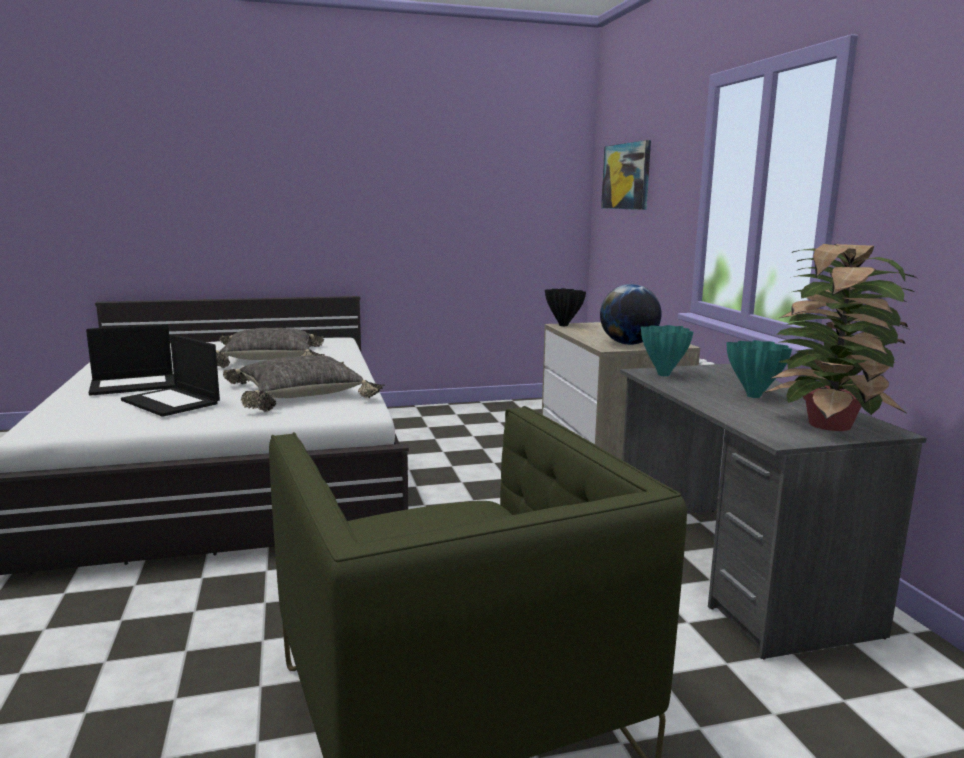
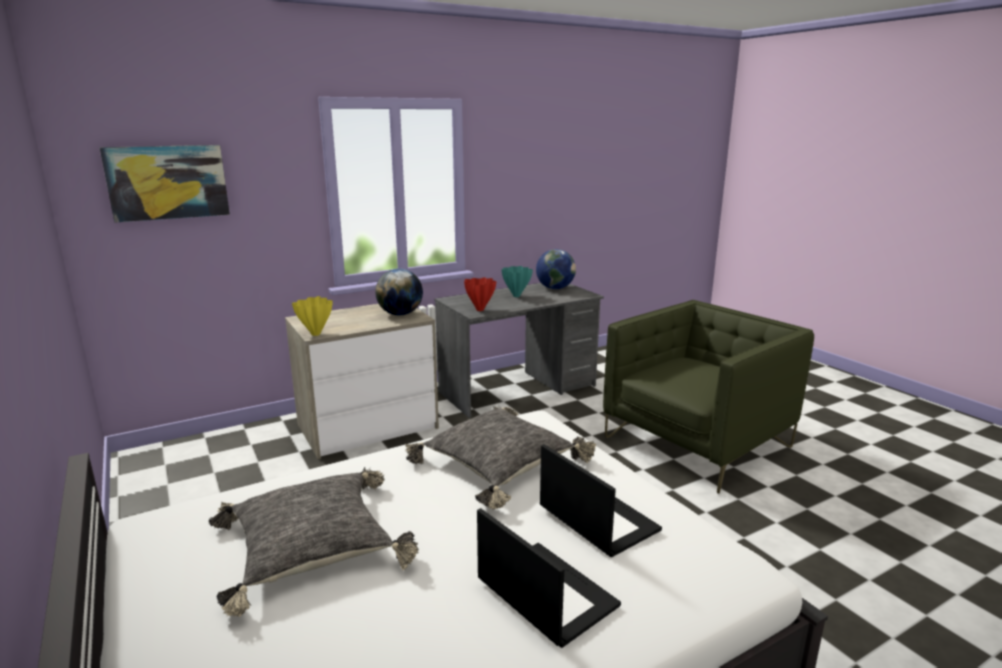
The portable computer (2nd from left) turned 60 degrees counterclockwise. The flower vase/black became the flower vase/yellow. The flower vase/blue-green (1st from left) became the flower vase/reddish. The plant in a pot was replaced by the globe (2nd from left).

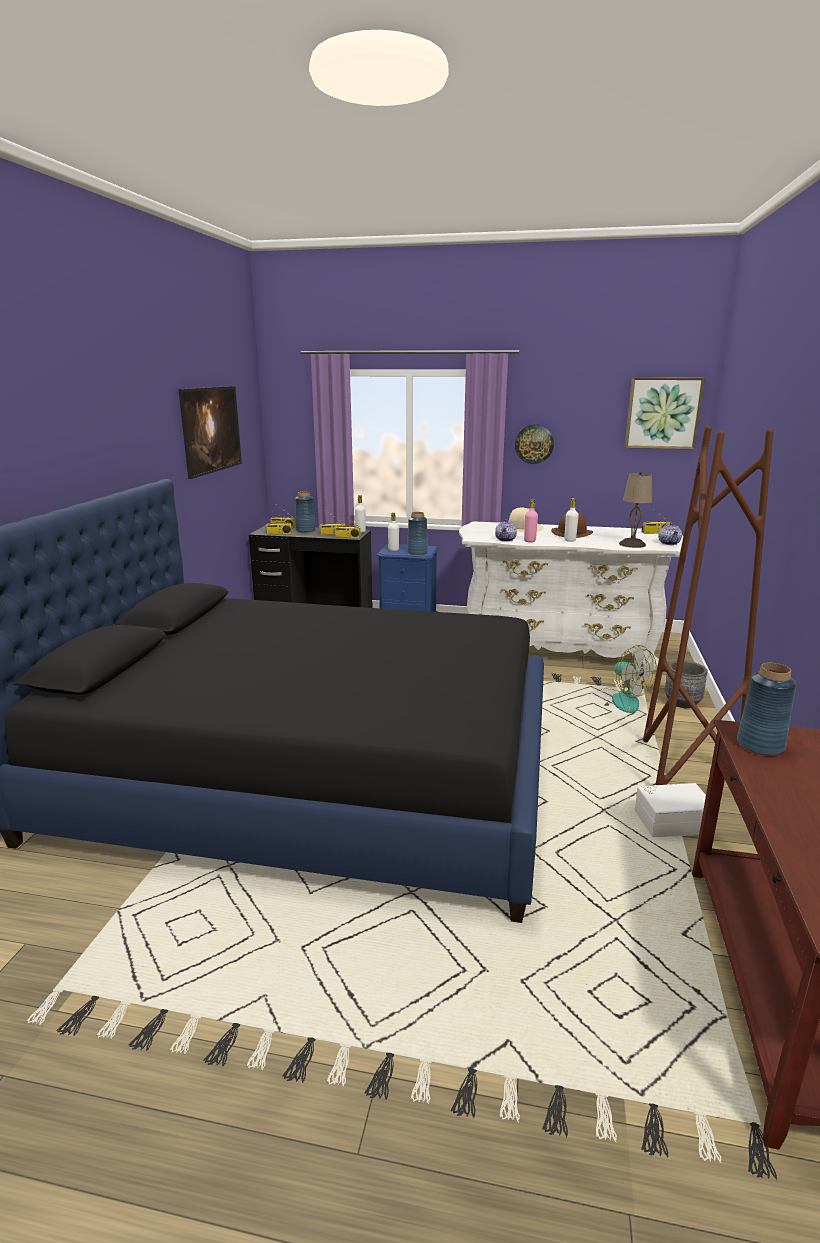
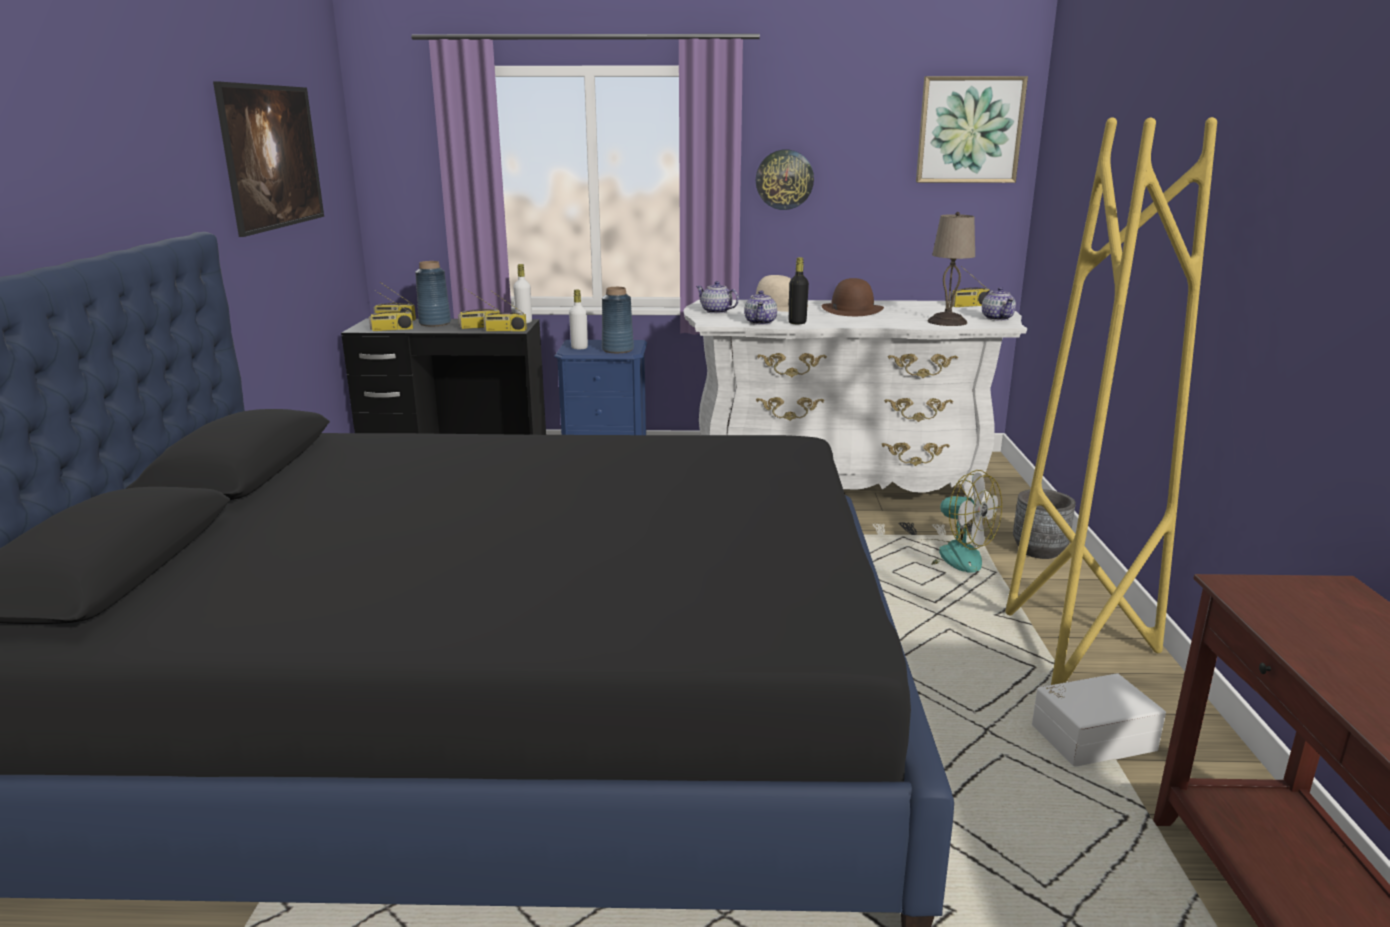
The beverage bottle/pink-coloured became the beverage bottle/black. The beverage bottle/whitish (3rd from left) disappeared. The garment rack/brownish became the garment rack/yellow. The flower vase/bluish (3rd from left) disappeared. The pot for tea (1st from left) appeared.

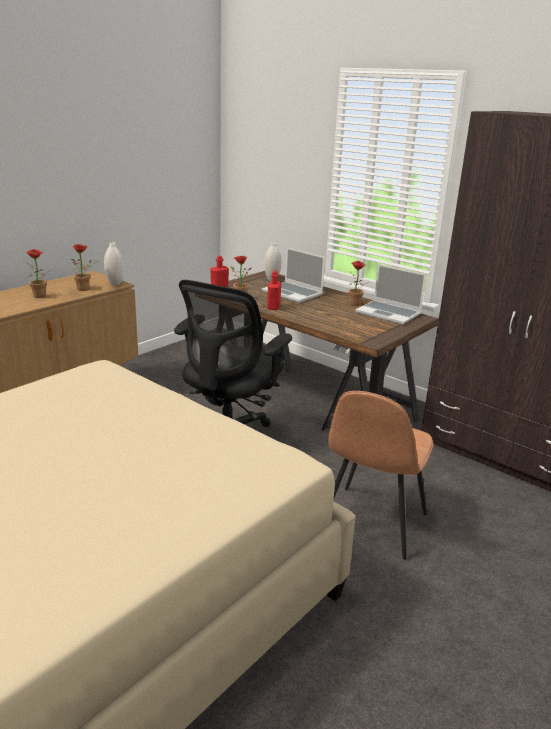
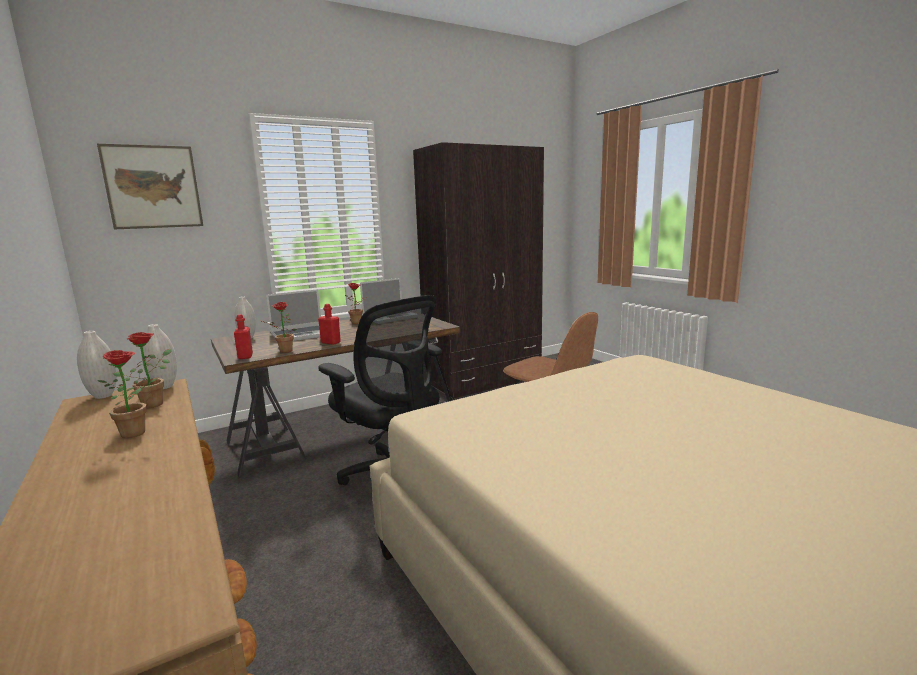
The flower vase/whitish (1st from left) appeared. The wall picture appeared.

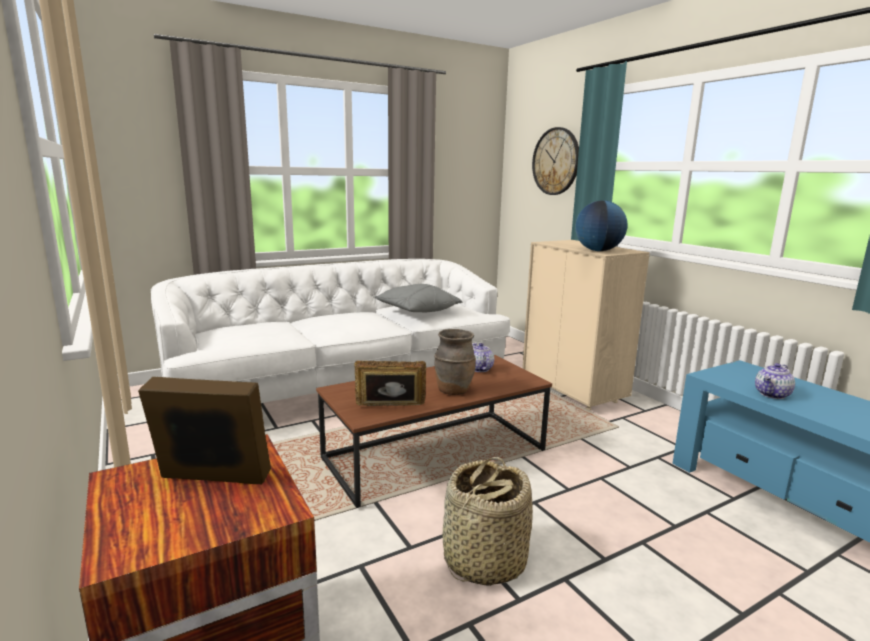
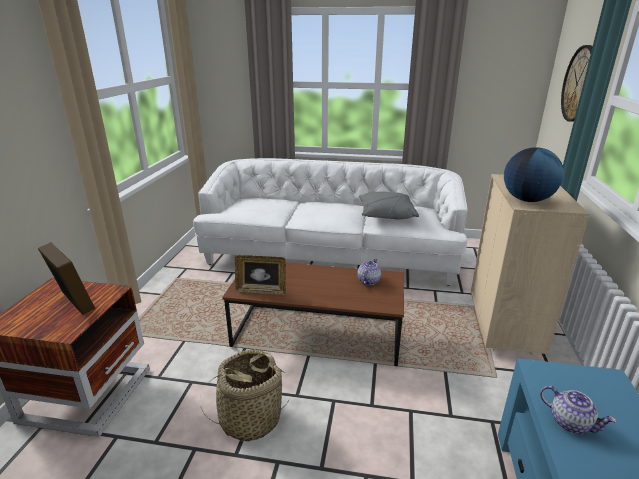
The standing frame (2nd from left) turned 150 degrees clockwise. The flower vase/brownish disappeared. The pot for tea (2nd from left) turned 135 degrees counterclockwise.

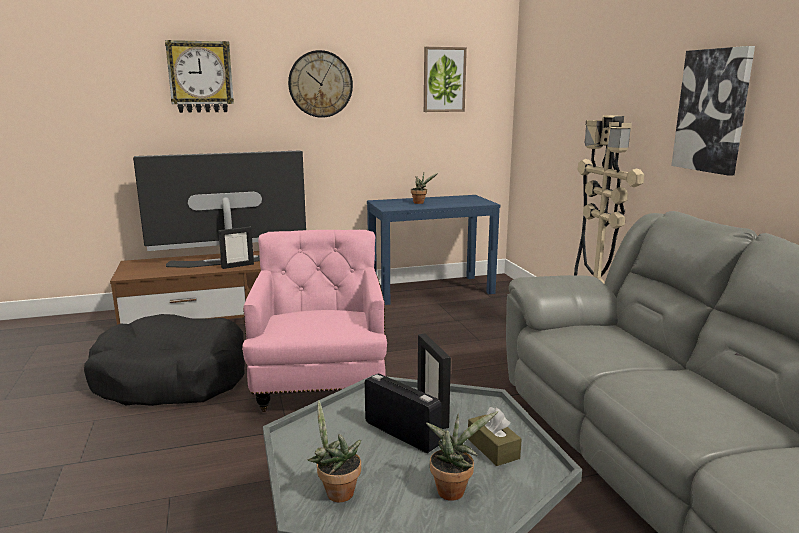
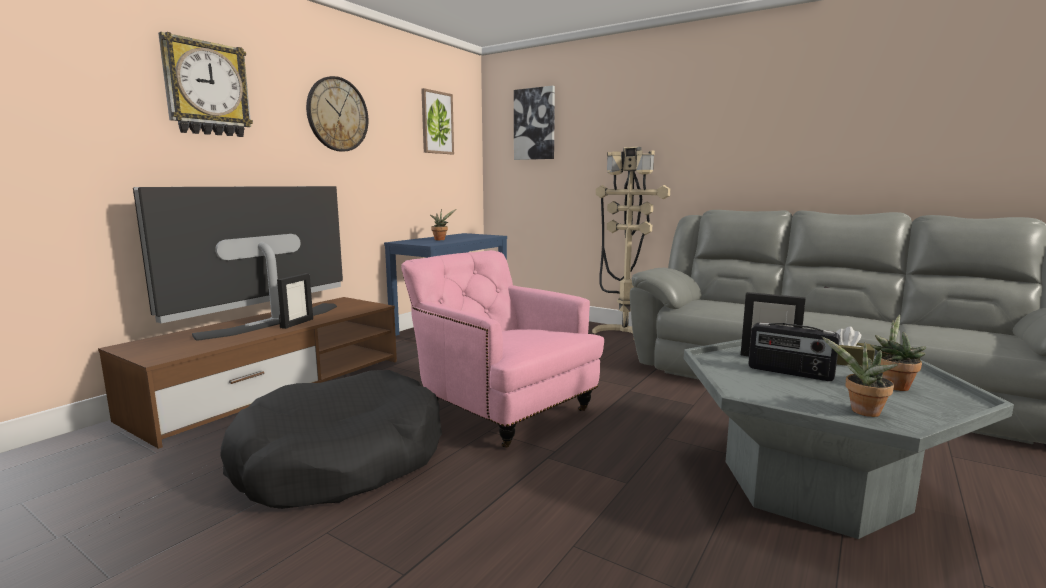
The radio receiver turned 150 degrees counterclockwise. The wall picture (2nd from left) moved.

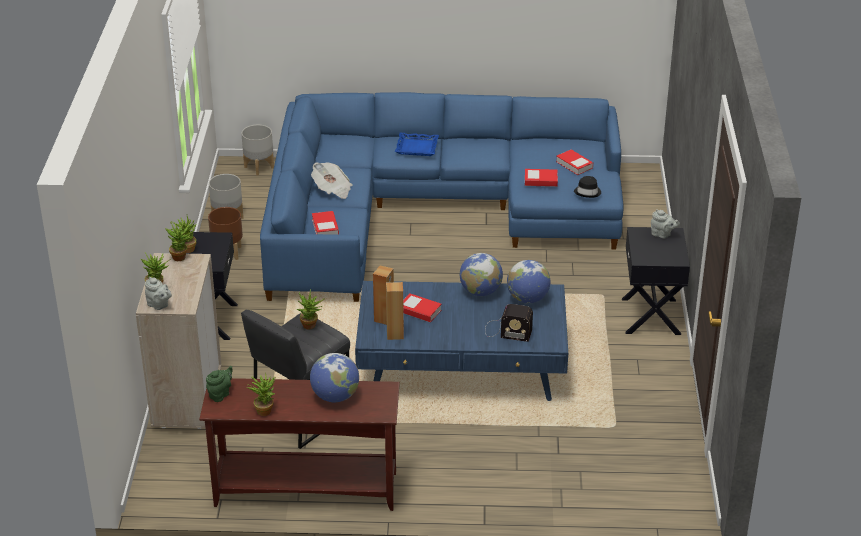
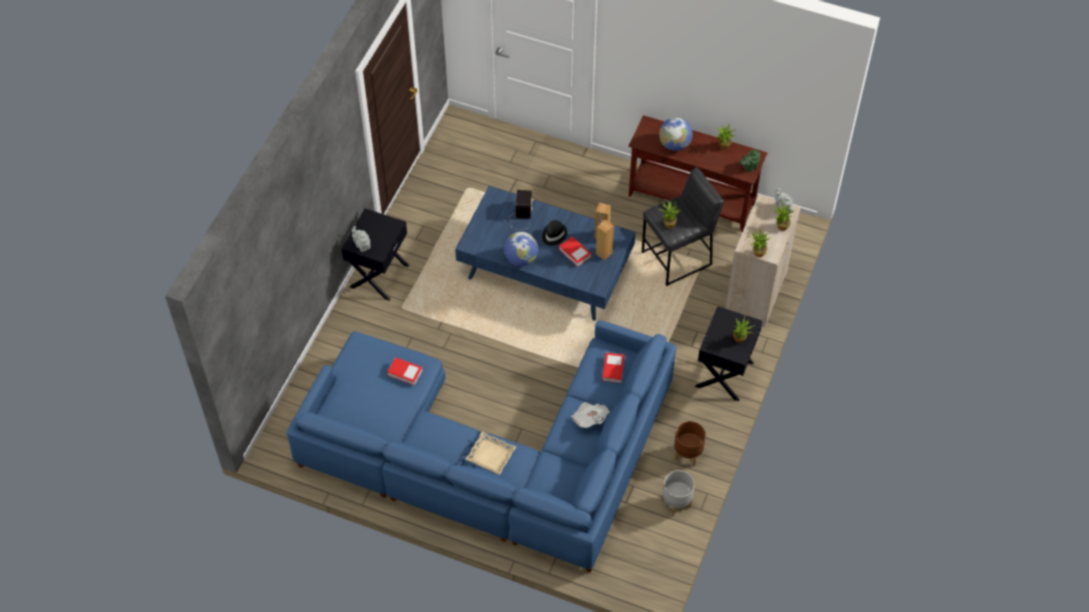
The planter/gray (2nd from left) disappeared. The carrying tray/bluish became the carrying tray/beige-coloured. The radio receiver turned 60 degrees clockwise. The globe (3rd from left) disappeared. The bound book (4th from left) disappeared. The hat/black moved.

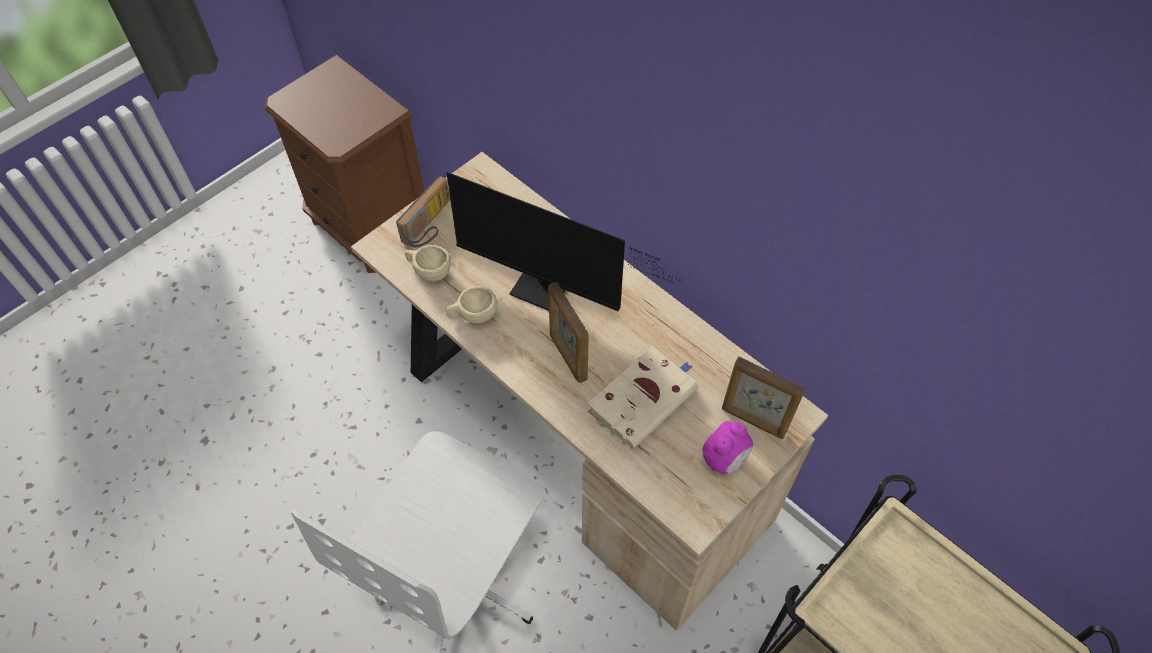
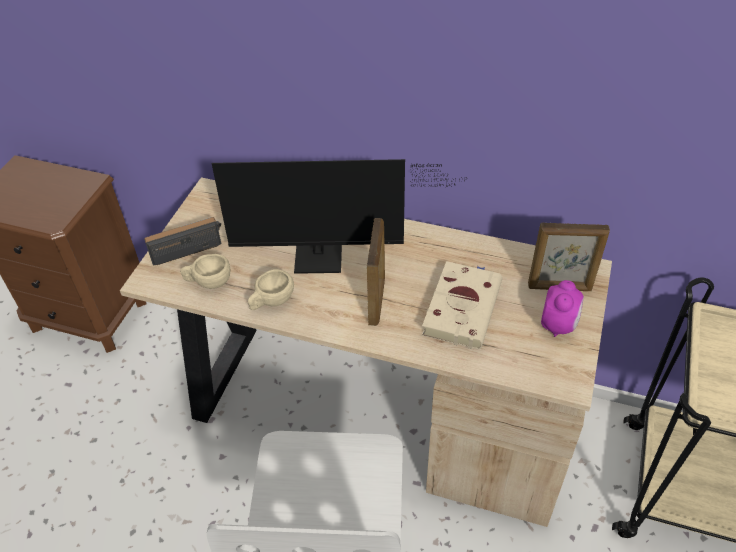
The radio receiver turned 120 degrees counterclockwise. The standing frame (1st from left) turned 120 degrees counterclockwise.

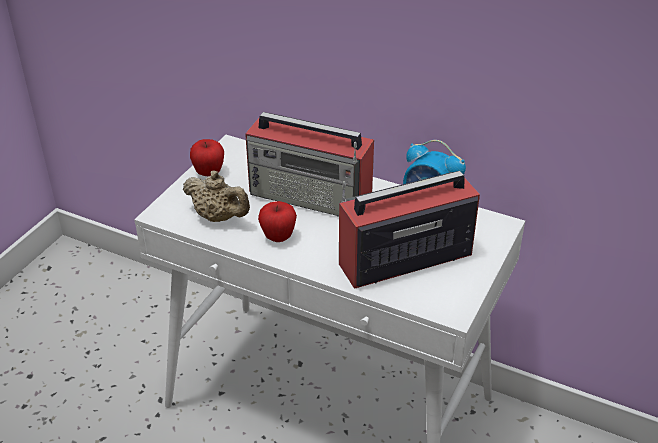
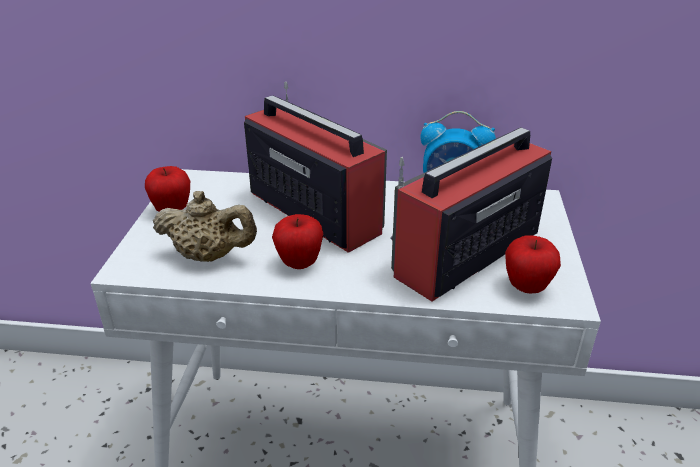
The radio receiver (1st from left) turned 135 degrees counterclockwise. The whole apple (3rd from left) appeared.

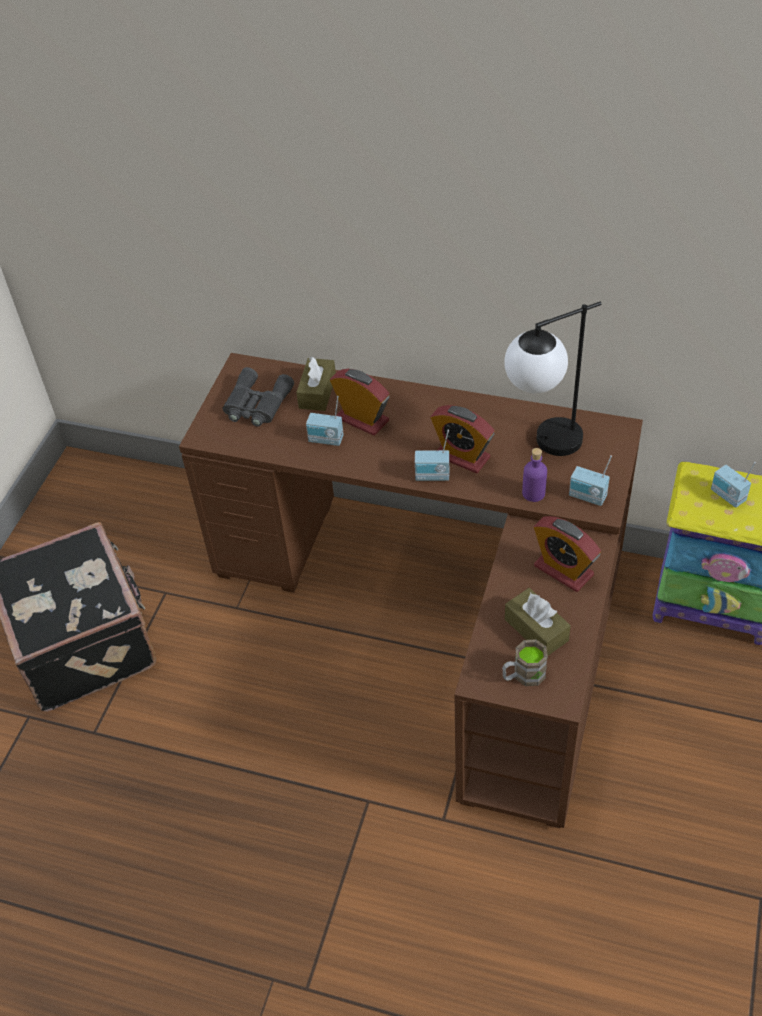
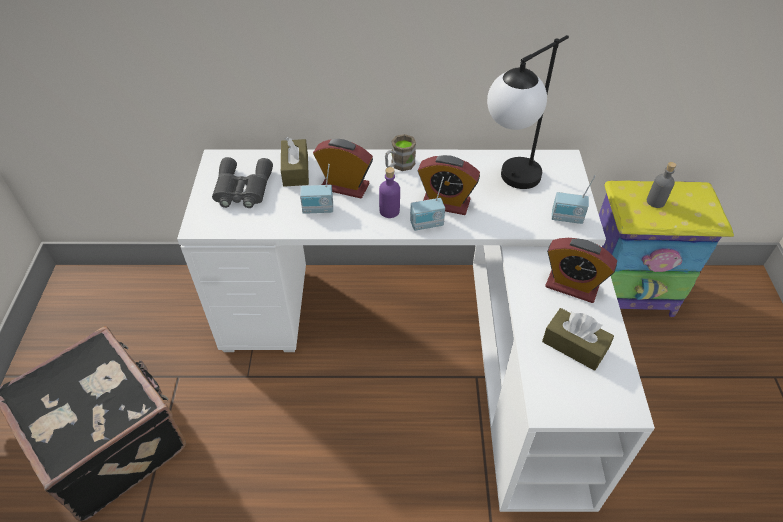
The desk/brownish became the desk/whitish. The coffee mug/brownish moved. The beverage bottle/purple-coloured moved. The radio receiver (4th from left) was replaced by the beverage bottle/gray.

